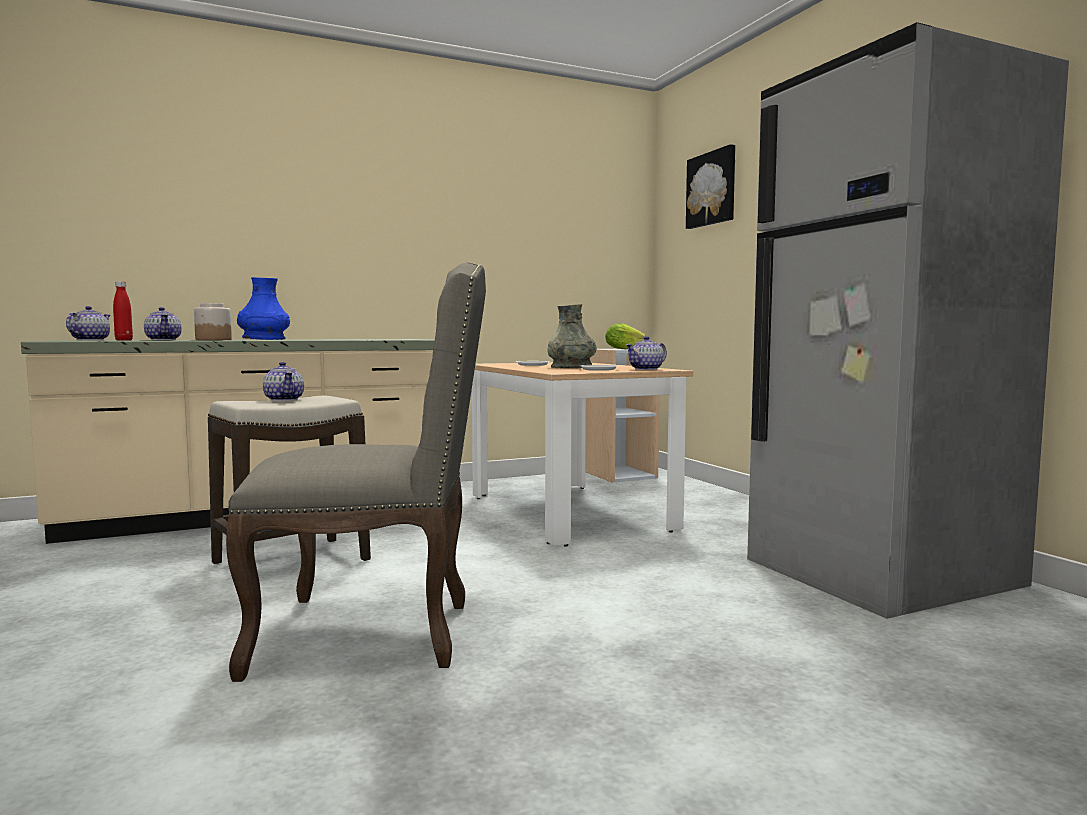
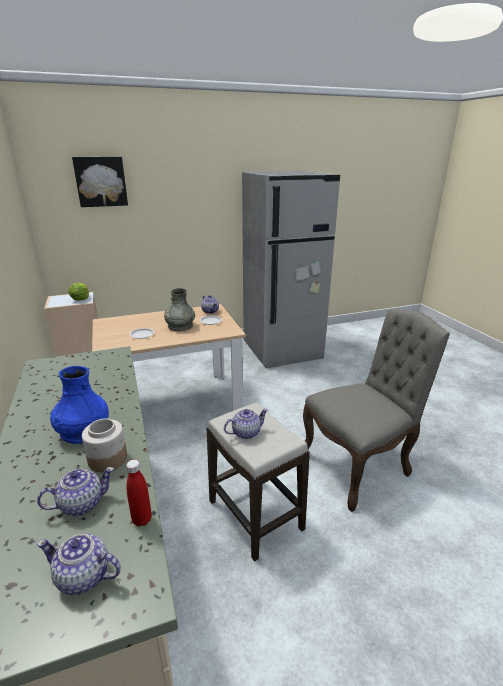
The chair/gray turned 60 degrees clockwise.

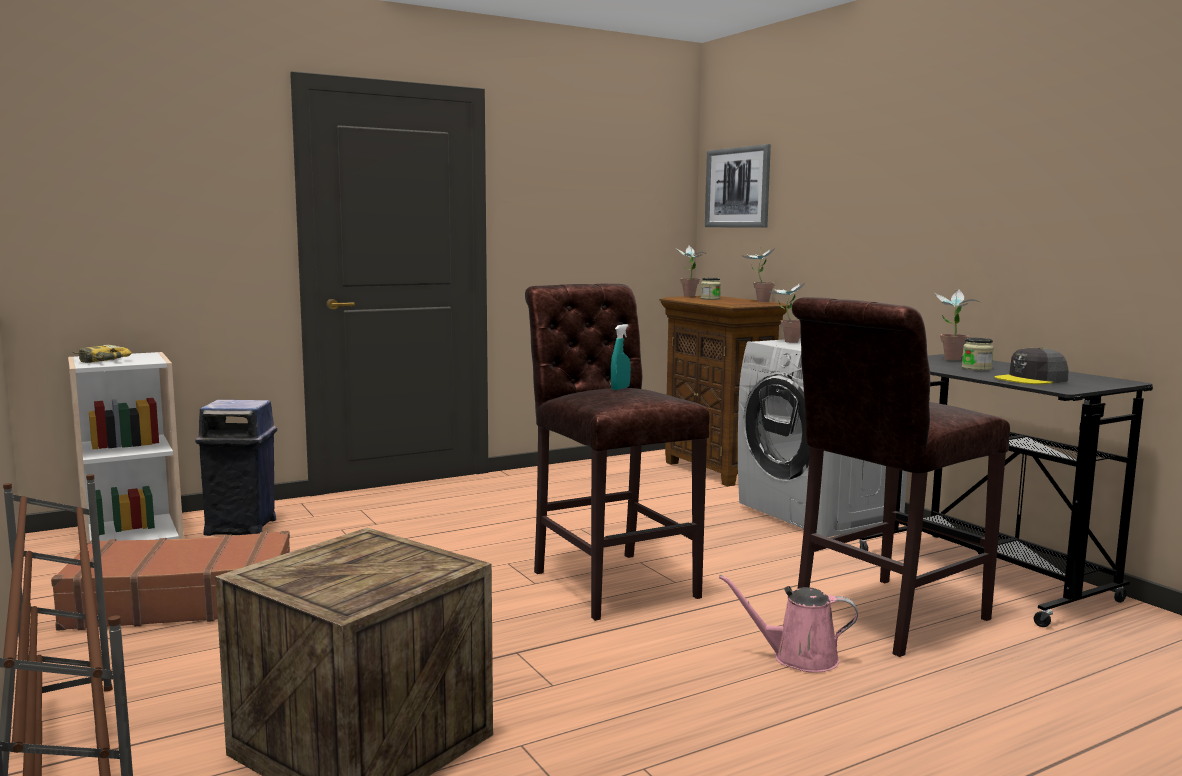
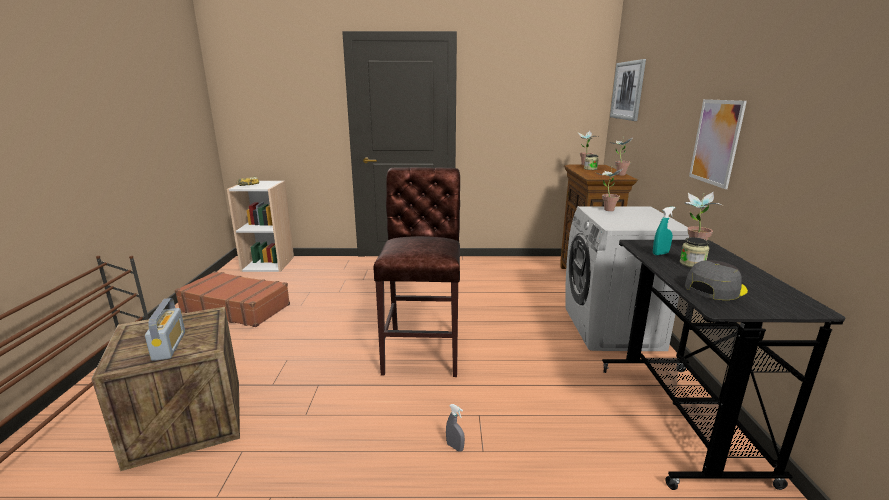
The rubbish bin/bluish disappeared. The sprayer/blue-green moved. The watering can/pink-coloured was replaced by the sprayer/gray. The stool/brownish (2nd from left) disappeared. The peaked cap/gray turned 135 degrees clockwise. The radio receiver appeared. The wall picture (2nd from left) appeared.

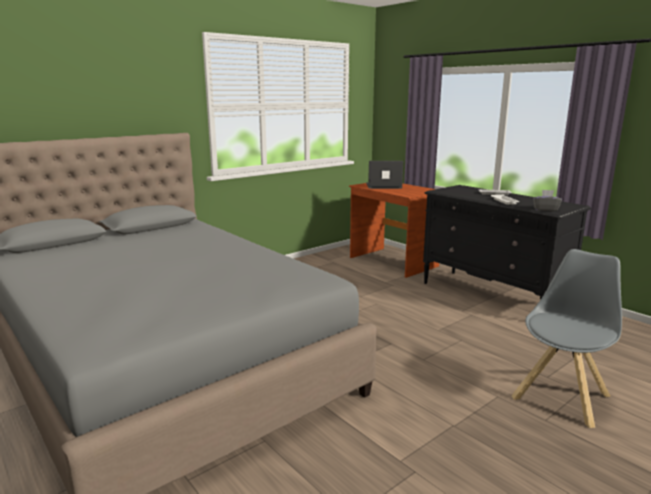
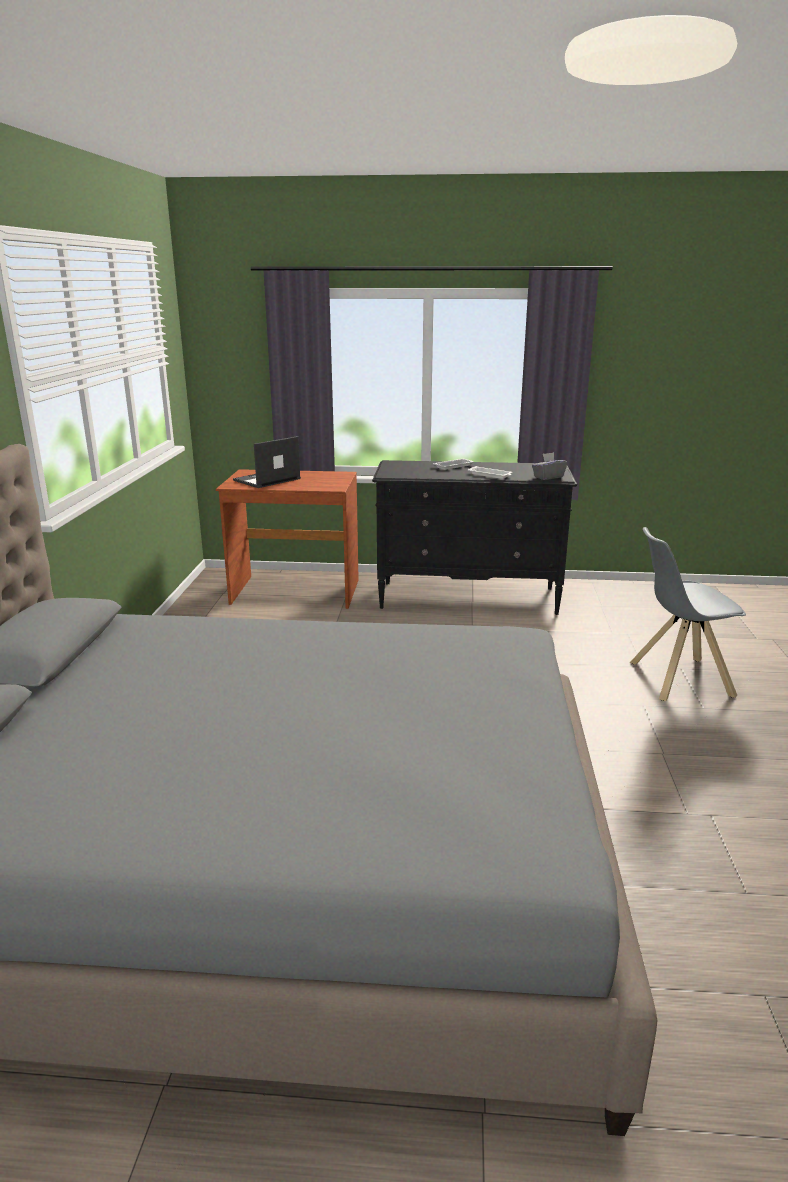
The chair/gray turned 90 degrees counterclockwise.

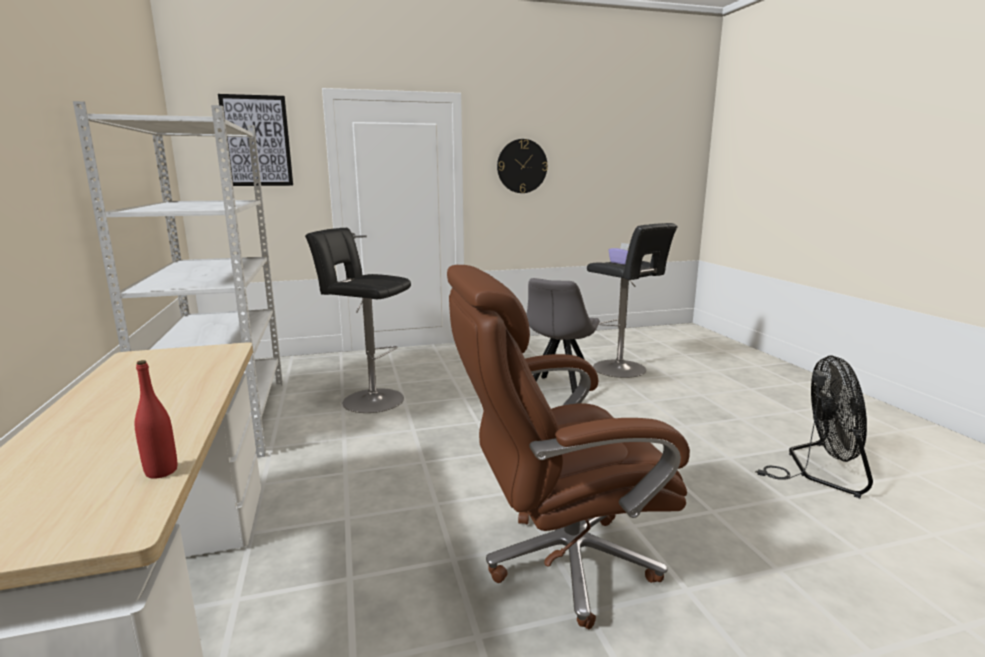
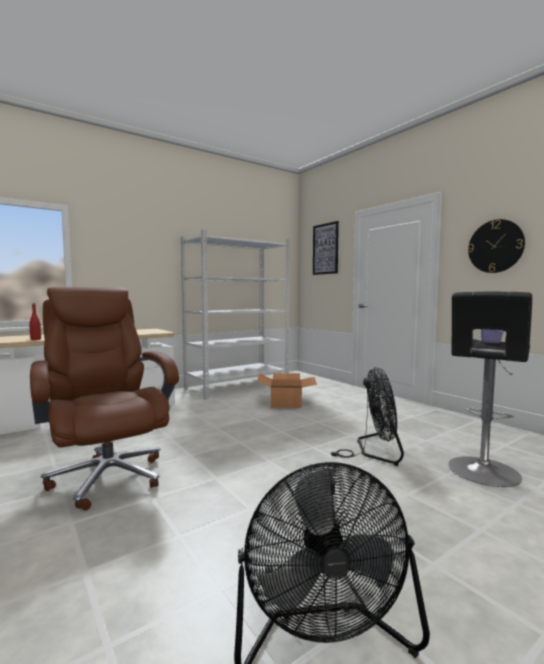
The stool/black (1st from left) was replaced by the cardboard box. The chair/gray was replaced by the cooling fan/black (2nd from left).

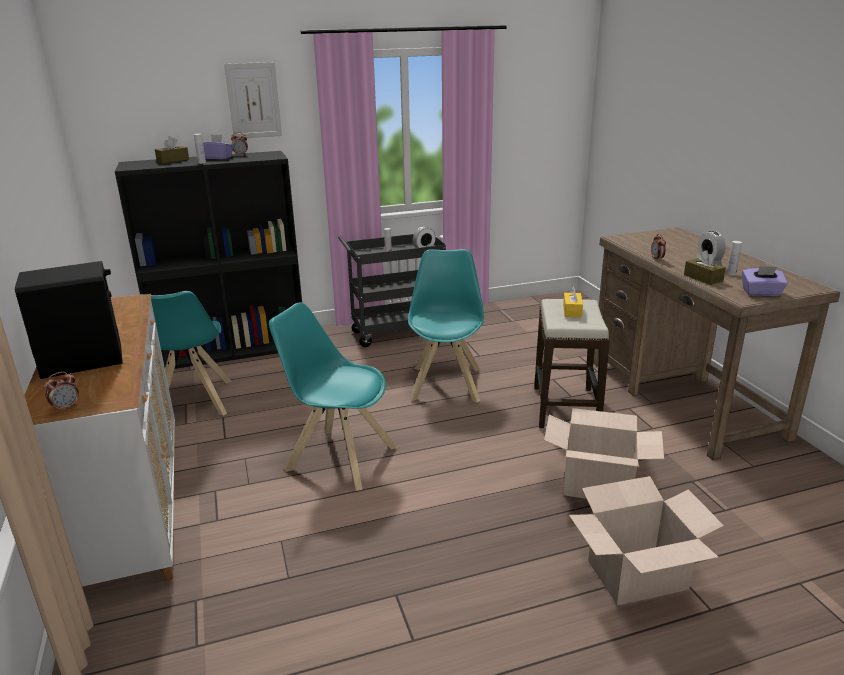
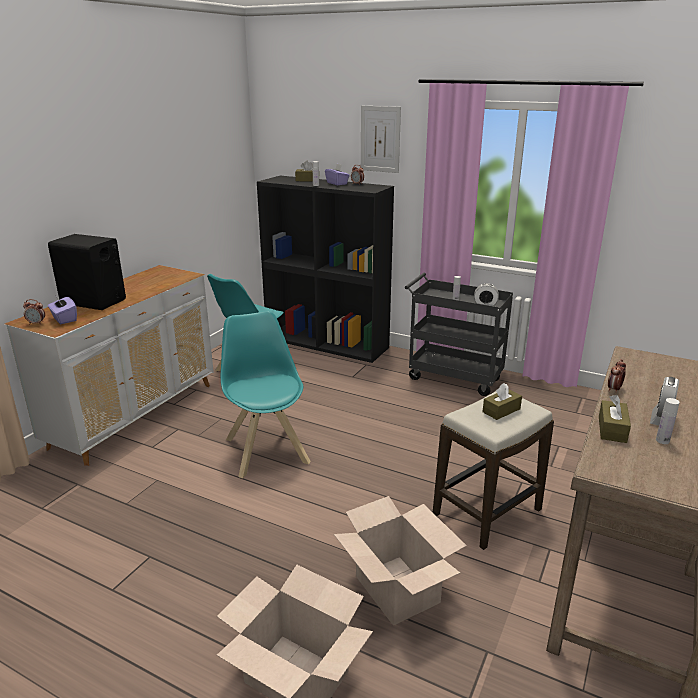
The chair/blue-green (3rd from left) disappeared. The tissue holder/yellow became the tissue holder/brownish (2nd from left). The tissue holder/purple-coloured (2nd from left in the first image) moved.

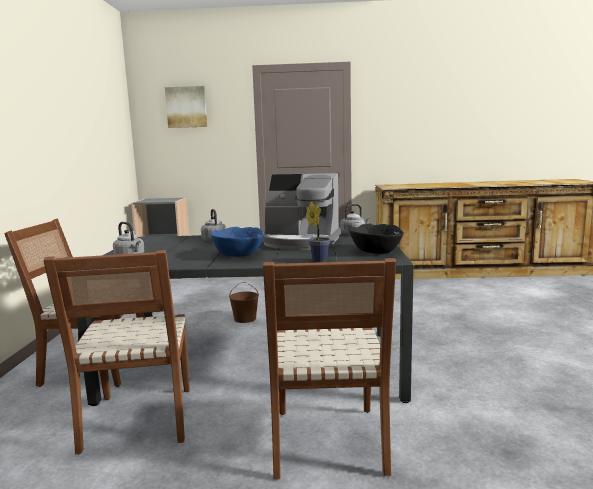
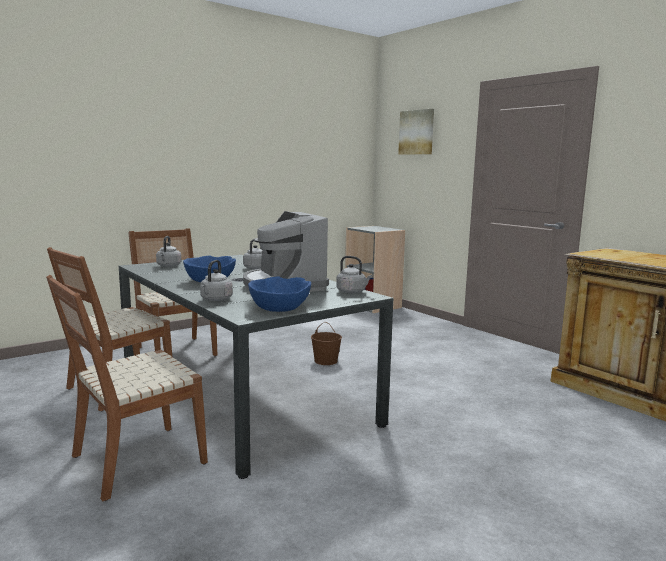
The plant in a pot was replaced by the kettle/gray (2nd from left). The bowl/black became the bowl/bluish (2nd from left).

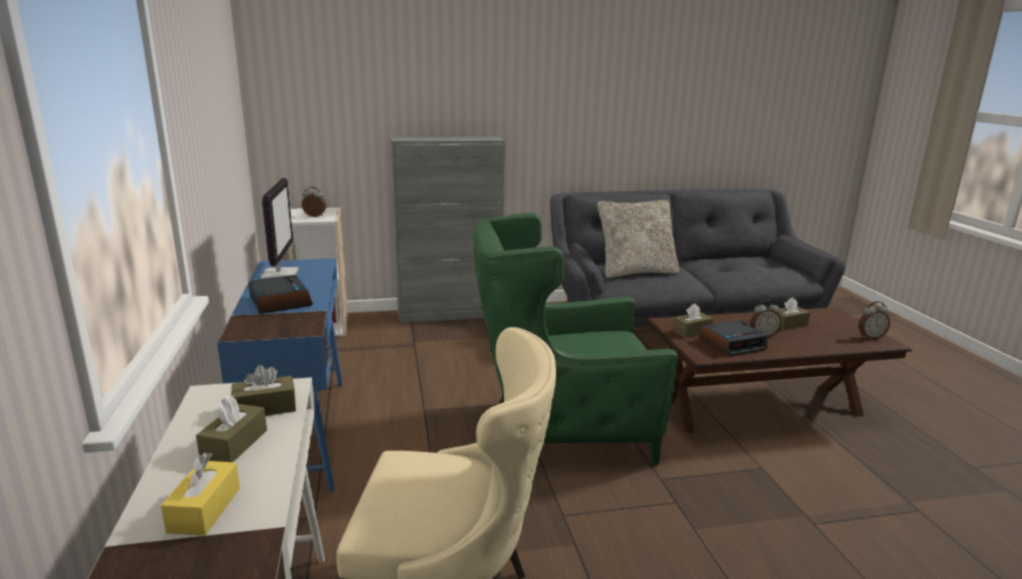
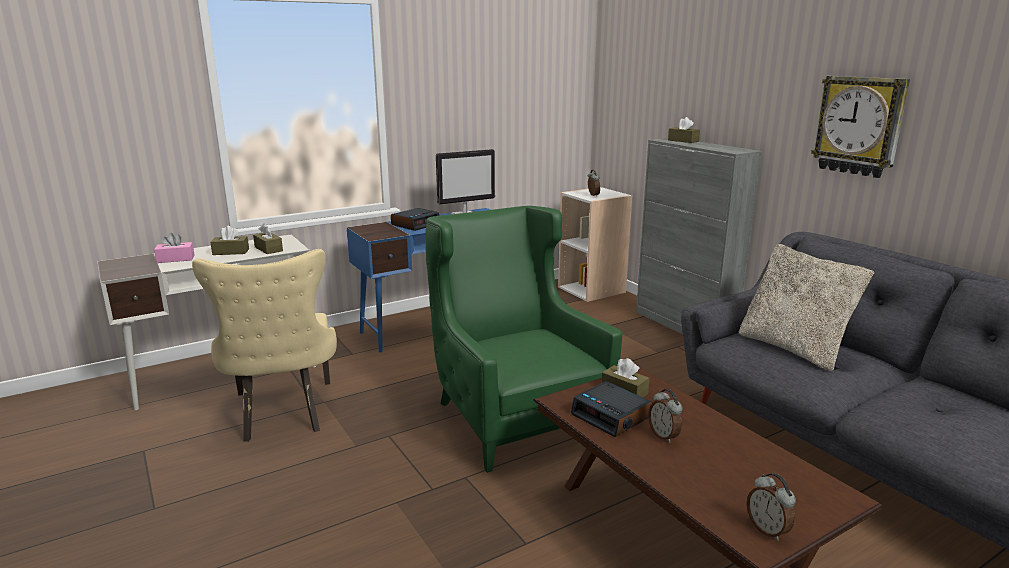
The tissue holder/yellow became the tissue holder/pink-coloured. The tissue holder/brownish (4th from left) moved. The hanging clock appeared.

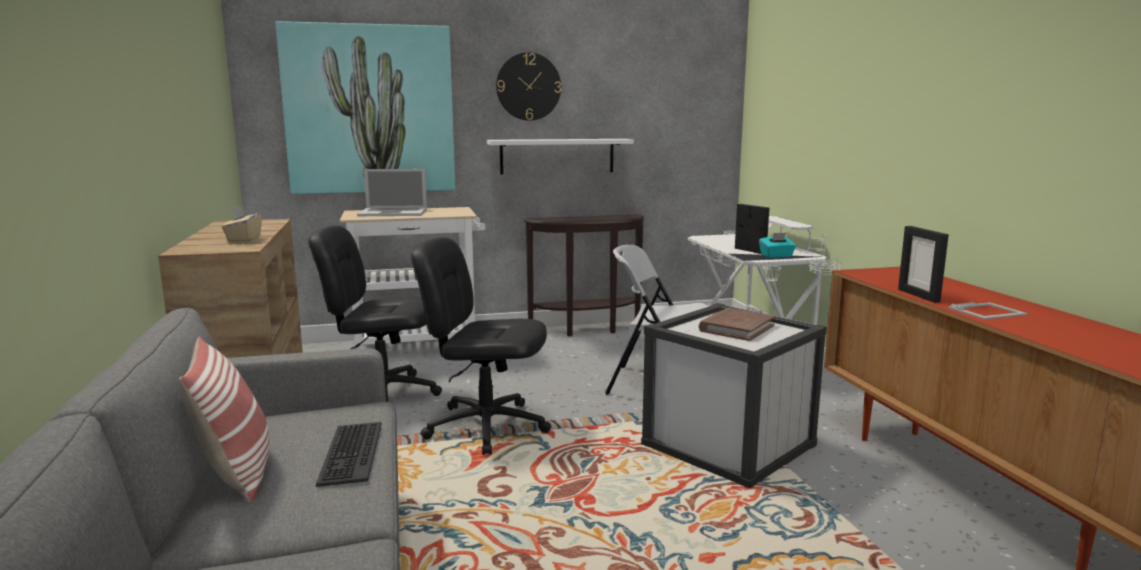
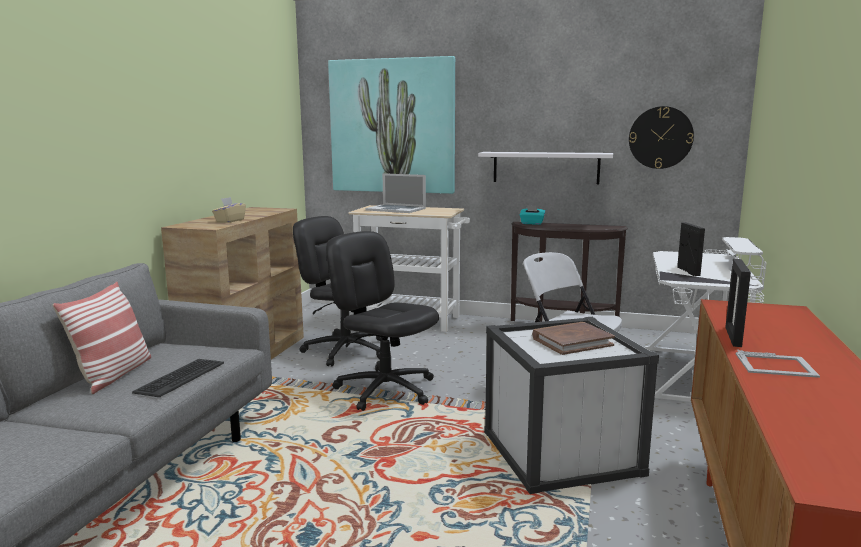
The hanging clock moved. The tissue holder/blue-green moved.

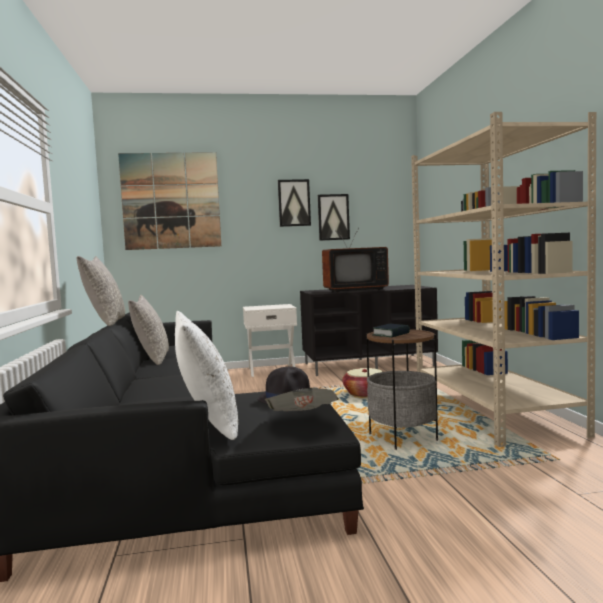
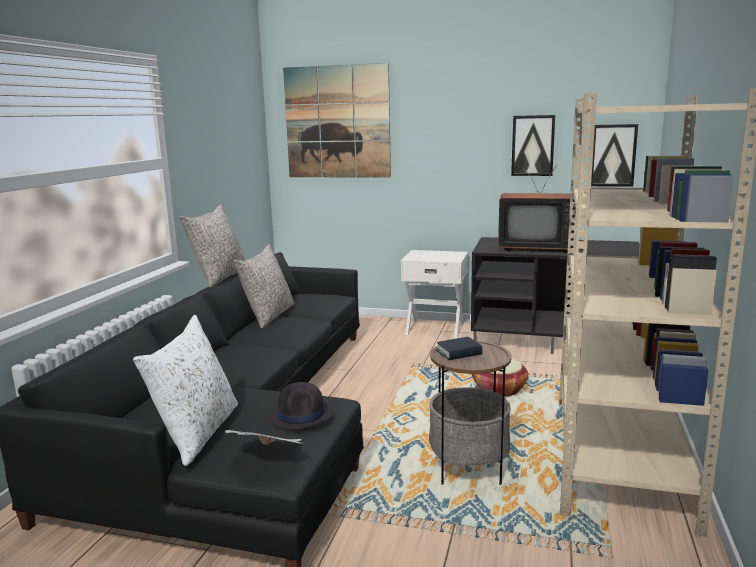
The wall picture (2nd from left in the first image) moved.

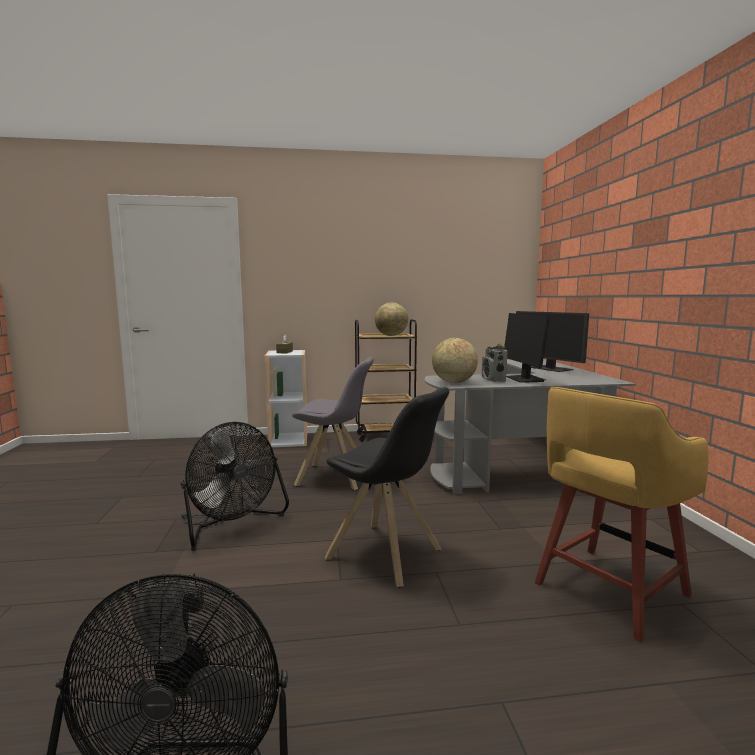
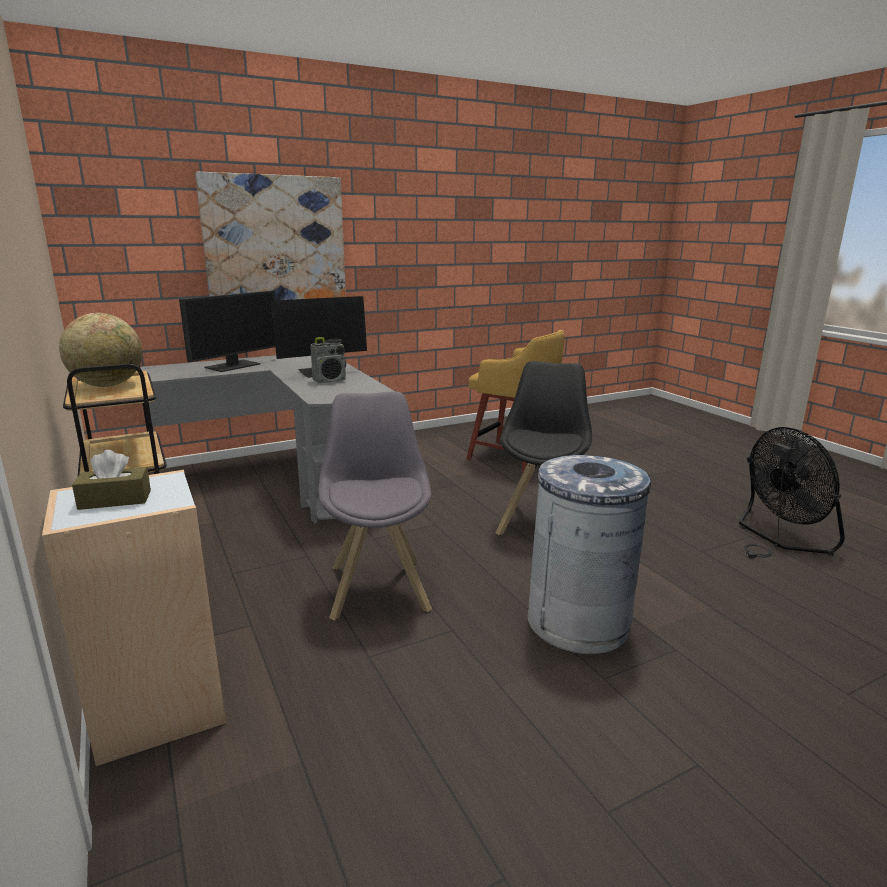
The cooling fan/black (2nd from left) was replaced by the rubbish bin/gray. The globe (2nd from left) disappeared. The wall picture appeared.

